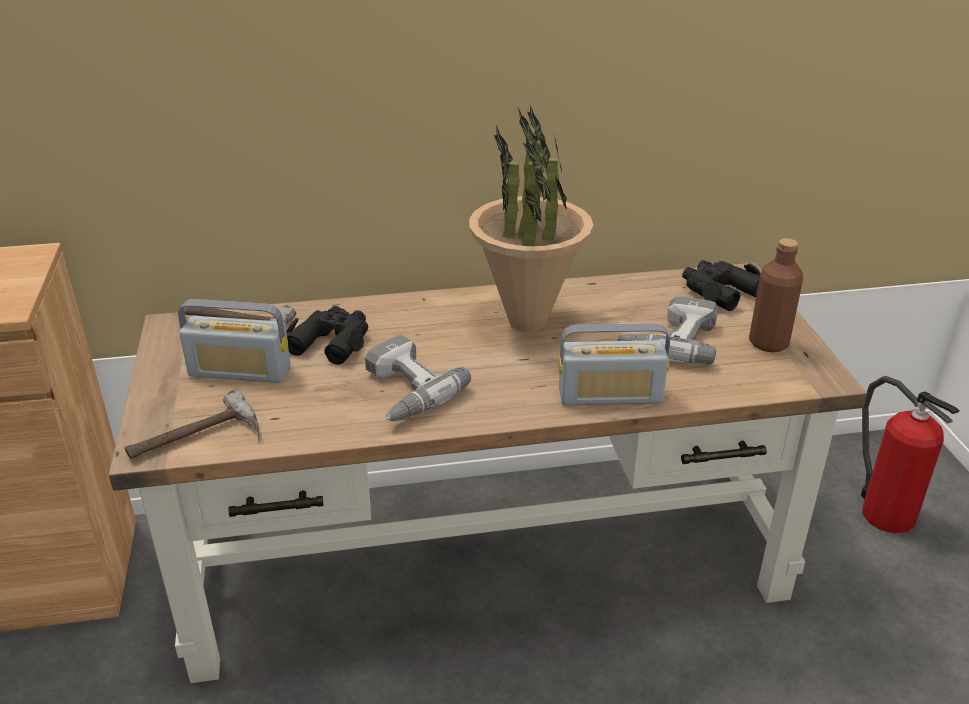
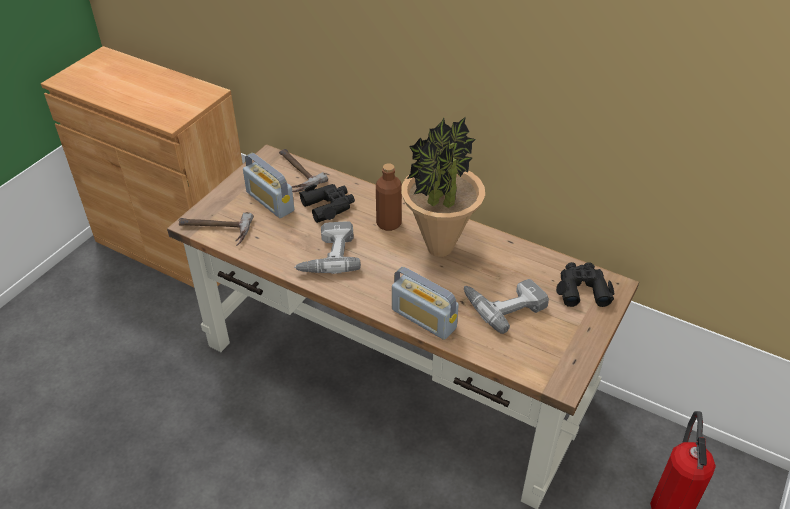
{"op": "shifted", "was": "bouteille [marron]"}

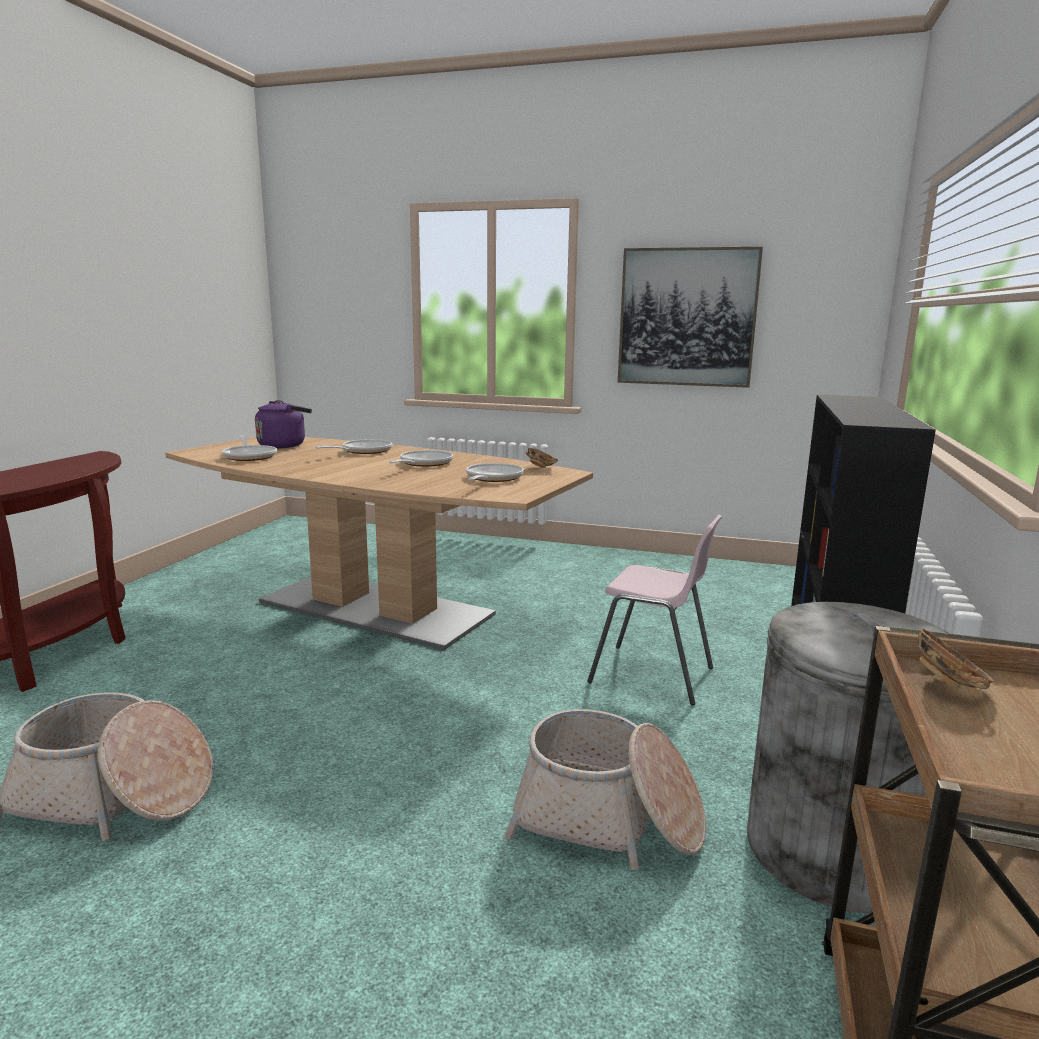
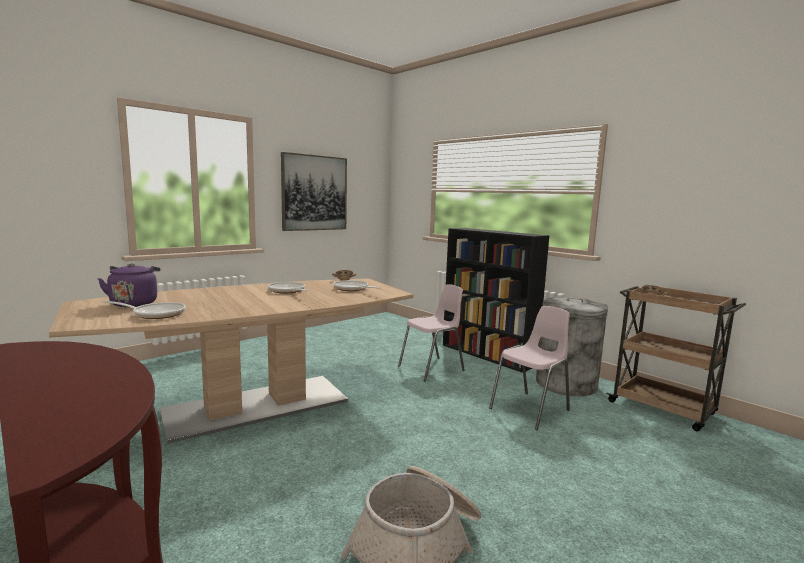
{"op": "swapped", "was": "panier (no. 2 from left)", "now": "chaise [rose] (no. 2 from left)"}
{"op": "gone", "was": "poêle (no. 2 from left)"}

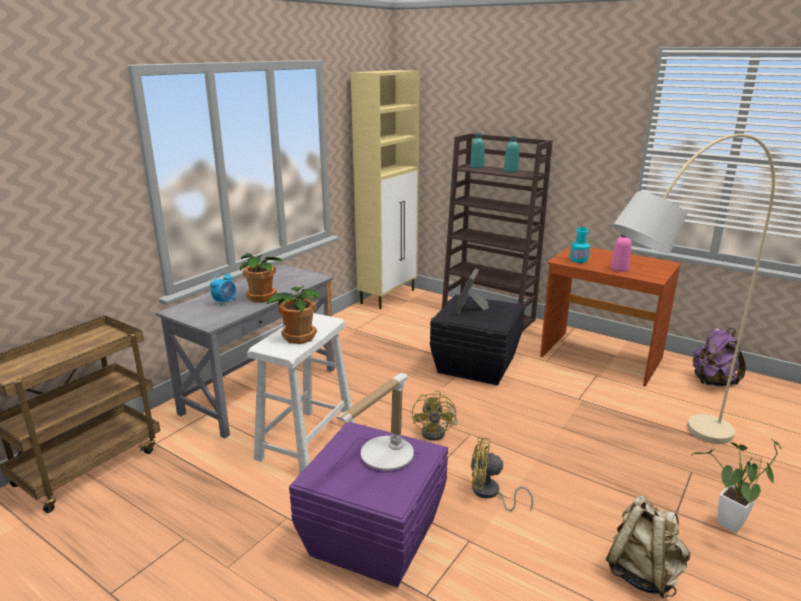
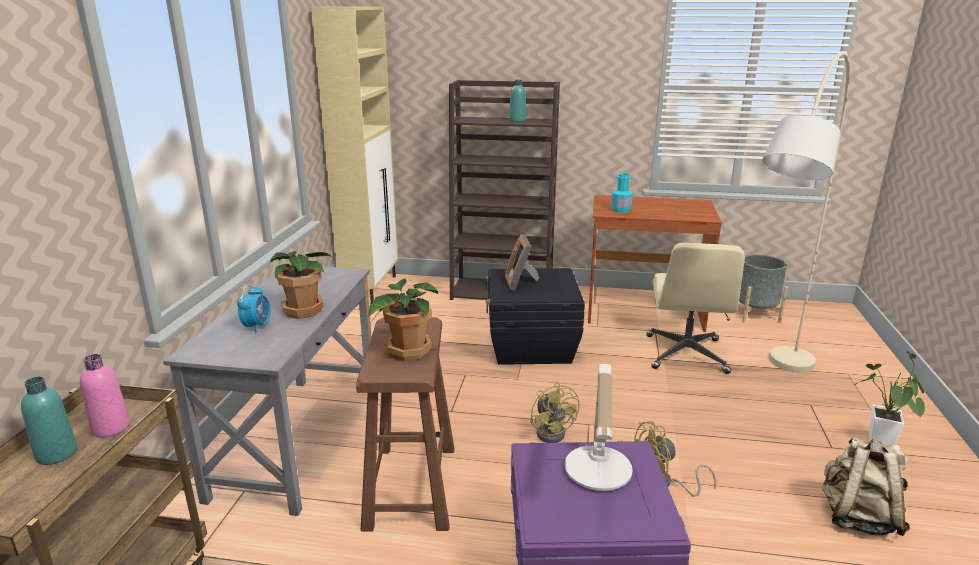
{"op": "shifted", "was": "bouteille [turquoise] (no. 1 from left)"}
{"op": "shifted", "was": "bouteille [rose]"}
{"op": "repainted", "was": "tabouret [blanc]", "now": "tabouret [marron]"}
{"op": "new", "now": "chaise de bureau [beige]"}
{"op": "swapped", "was": "sac à dos [violet]", "now": "cache-pot [gris]"}

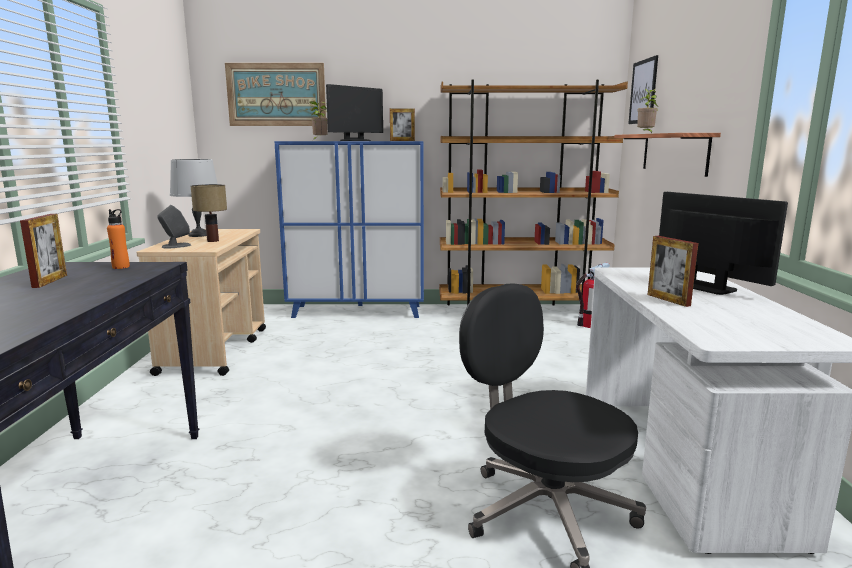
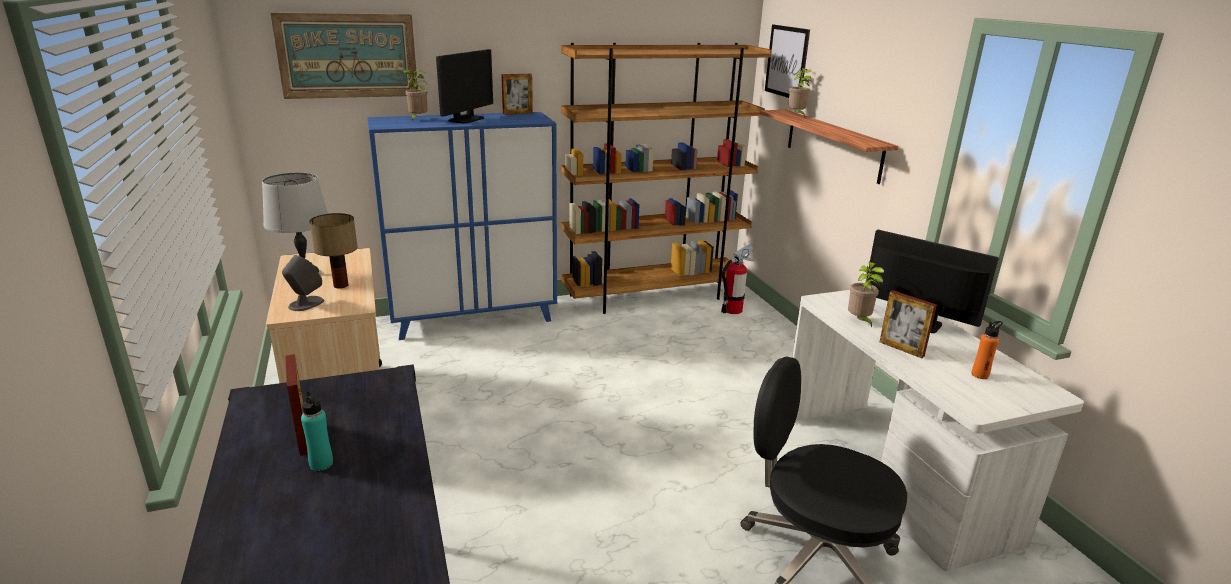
{"op": "new", "now": "bouteille [turquoise]"}
{"op": "new", "now": "plante en pot (no. 3 from left)"}
{"op": "shifted", "was": "bouteille [orange]"}

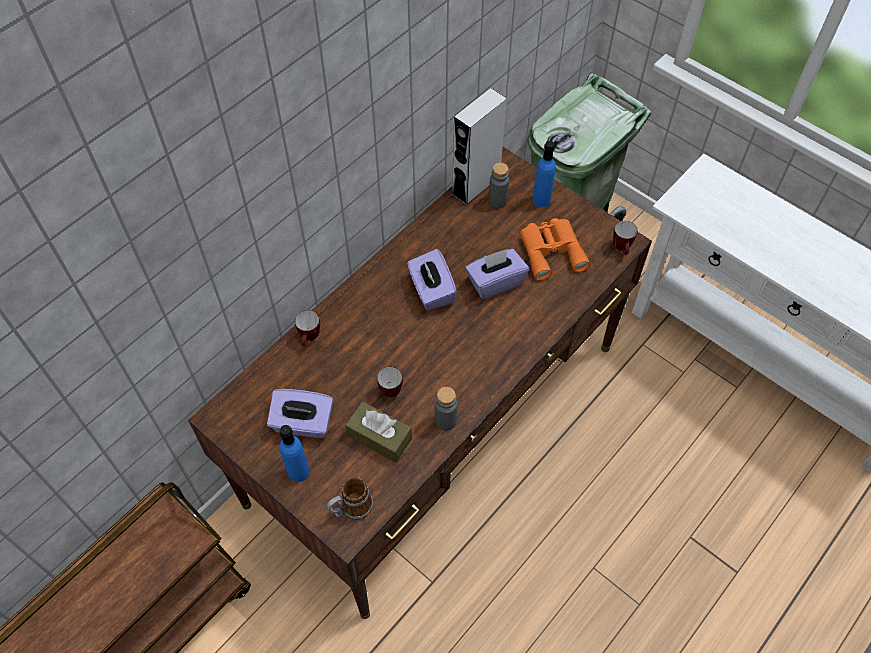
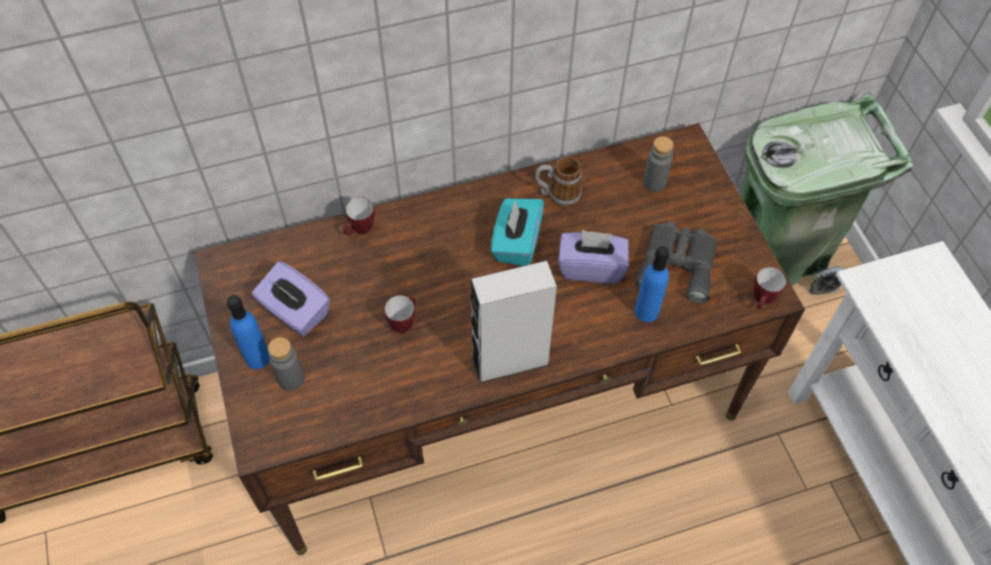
{"op": "shifted", "was": "bouteille [gris] (no. 1 from left)"}
{"op": "shifted", "was": "enceinte [gris]"}
{"op": "repainted", "was": "boîte à mouchoirs [violet] (no. 2 from left)", "now": "boîte à mouchoirs [turquoise]"}
{"op": "shifted", "was": "mug (no. 2 from left in the first image)", "now": "mug (no. 3 from left)"}
{"op": "shifted", "was": "bouteille [bleu] (no. 2 from left)"}
{"op": "repainted", "was": "jumelles [orange]", "now": "jumelles [gris]"}
{"op": "gone", "was": "boîte à mouchoirs [marron]"}

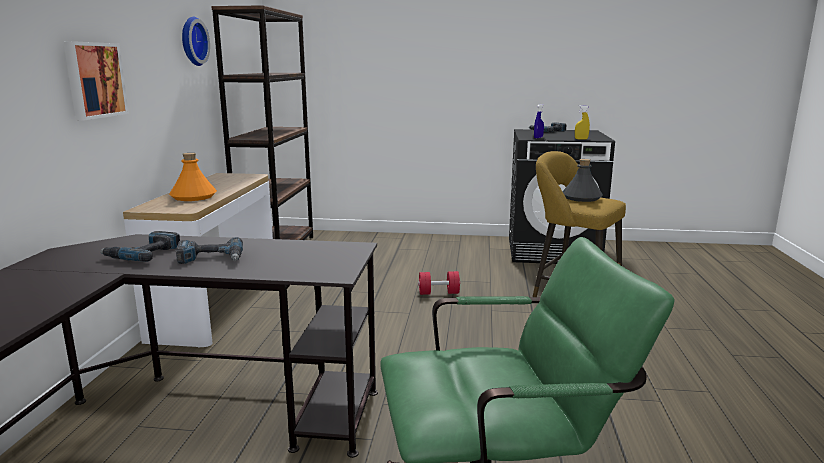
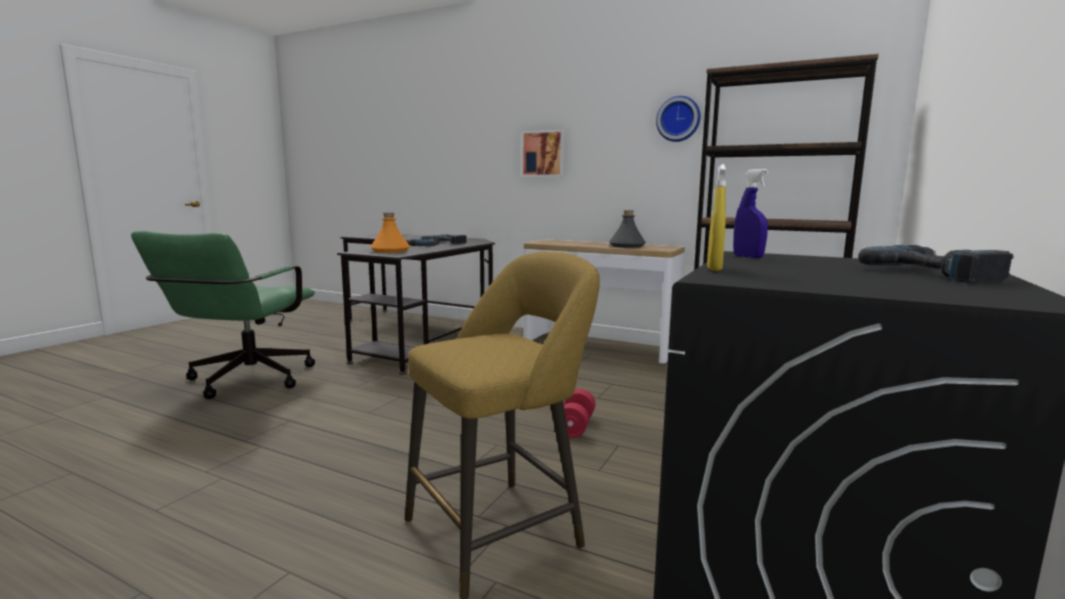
{"op": "shifted", "was": "bouteille [orange]"}
{"op": "shifted", "was": "bouteille [gris]"}

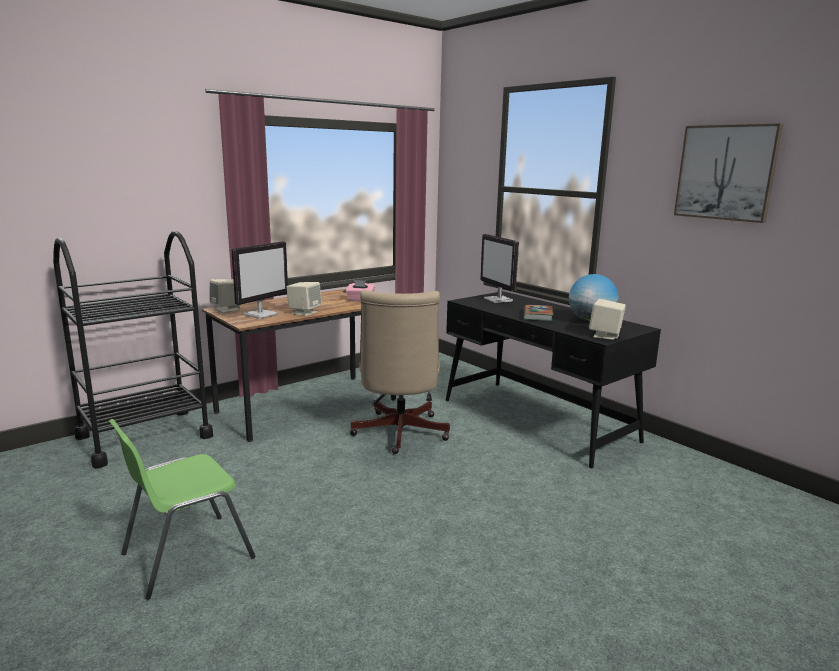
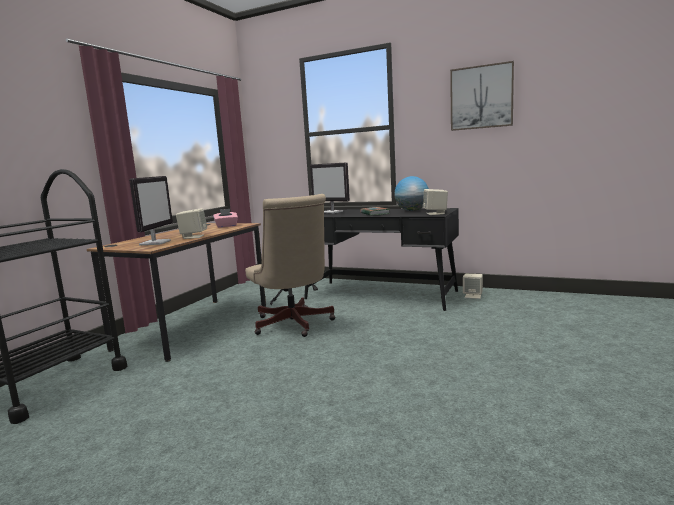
{"op": "shifted", "was": "enceinte [beige] (no. 1 from left in the first image)", "now": "enceinte [beige] (no. 3 from left)"}
{"op": "gone", "was": "chaise [vert]"}

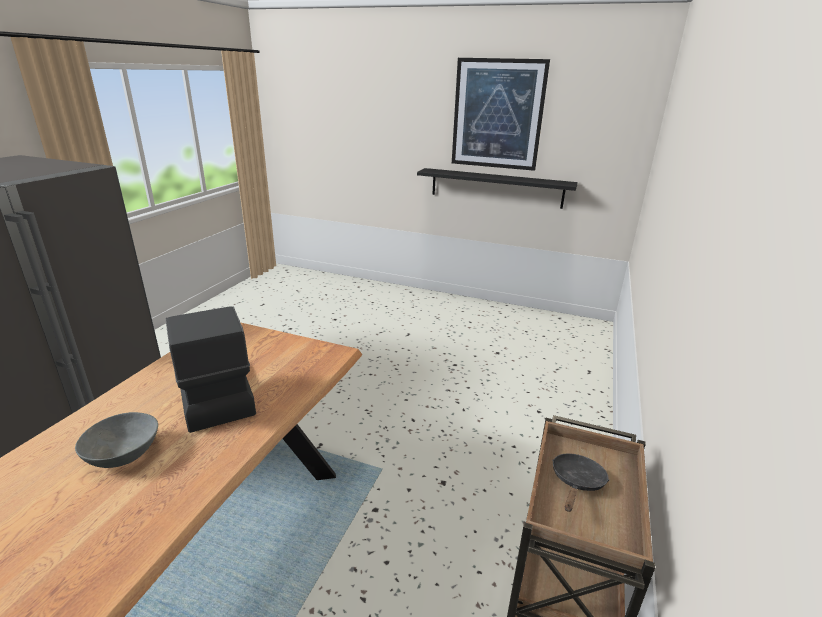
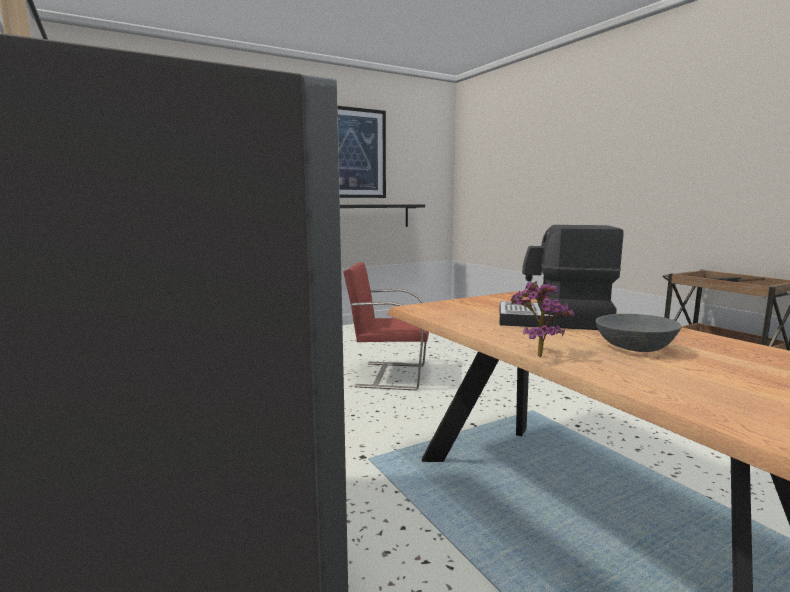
{"op": "new", "now": "chaise [rouge]"}
{"op": "new", "now": "plante en pot"}

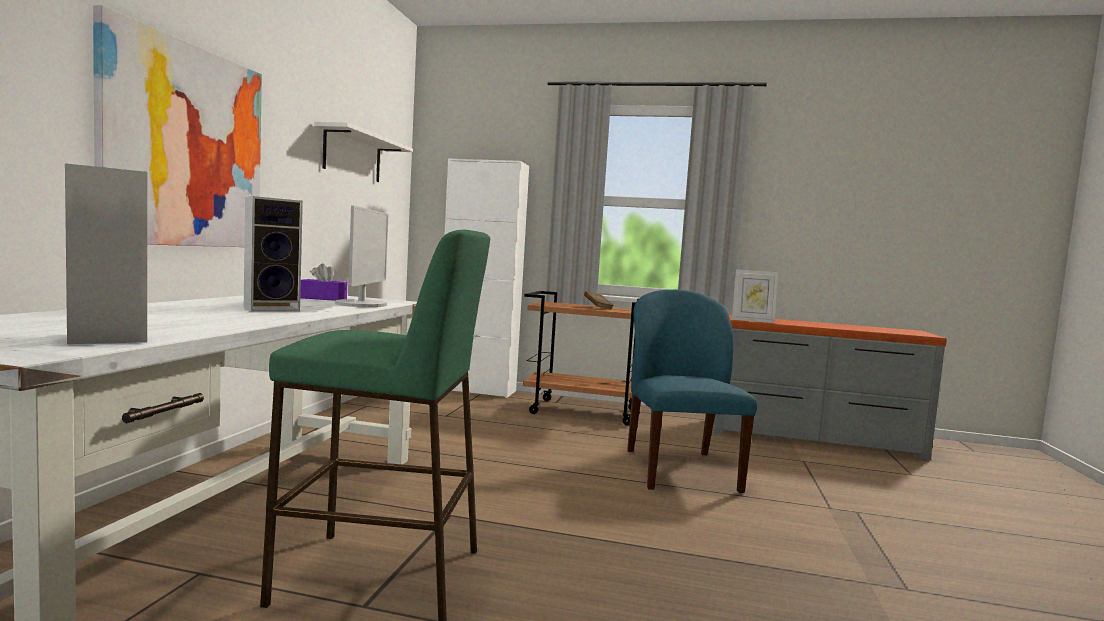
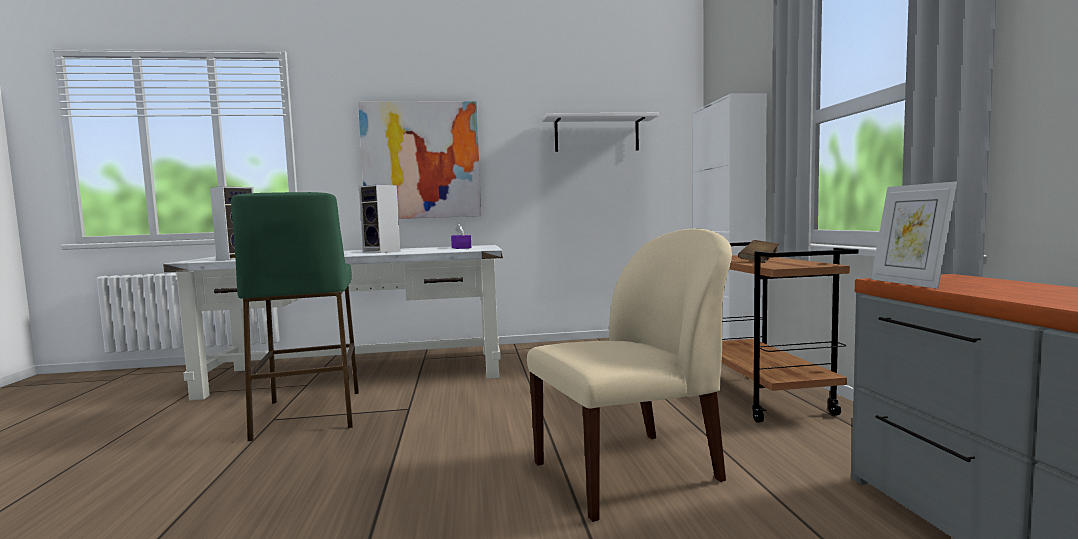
{"op": "repainted", "was": "chaise [bleu]", "now": "chaise [beige]"}
{"op": "gone", "was": "écran d'ordinateur"}

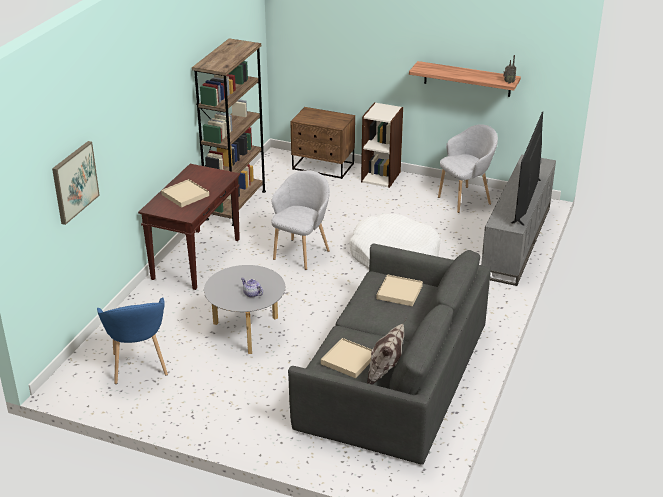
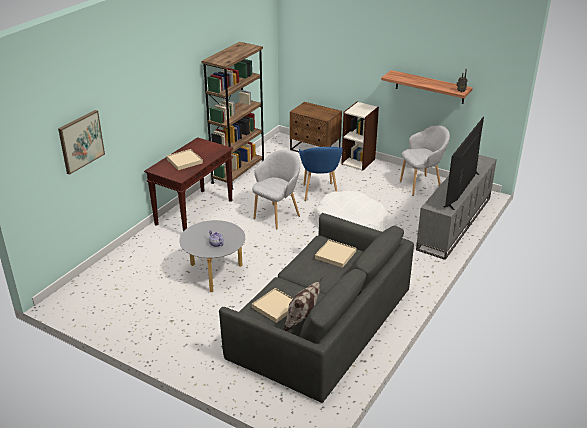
{"op": "shifted", "was": "fauteuil [bleu]"}

